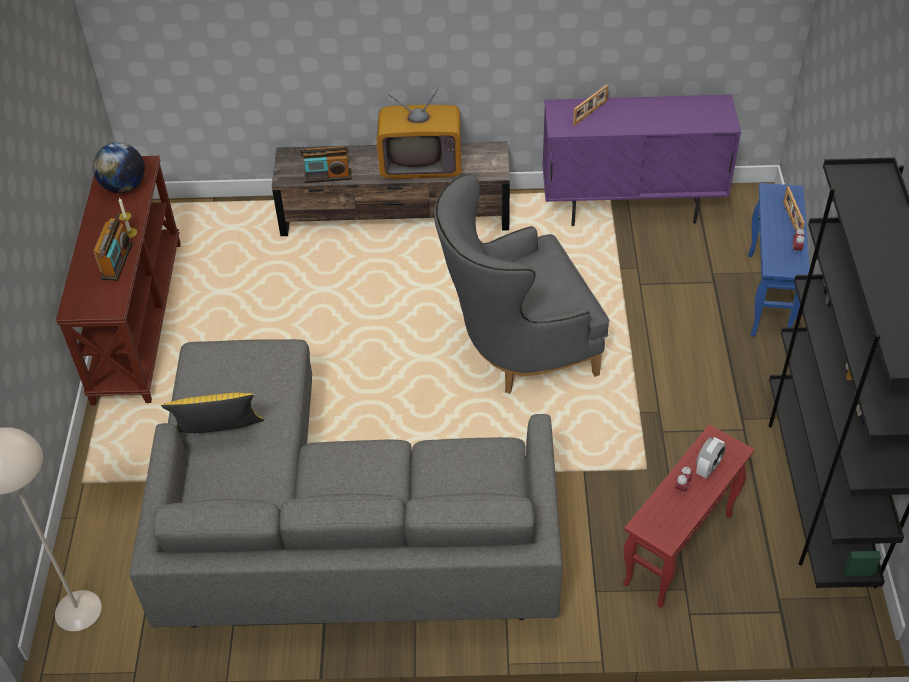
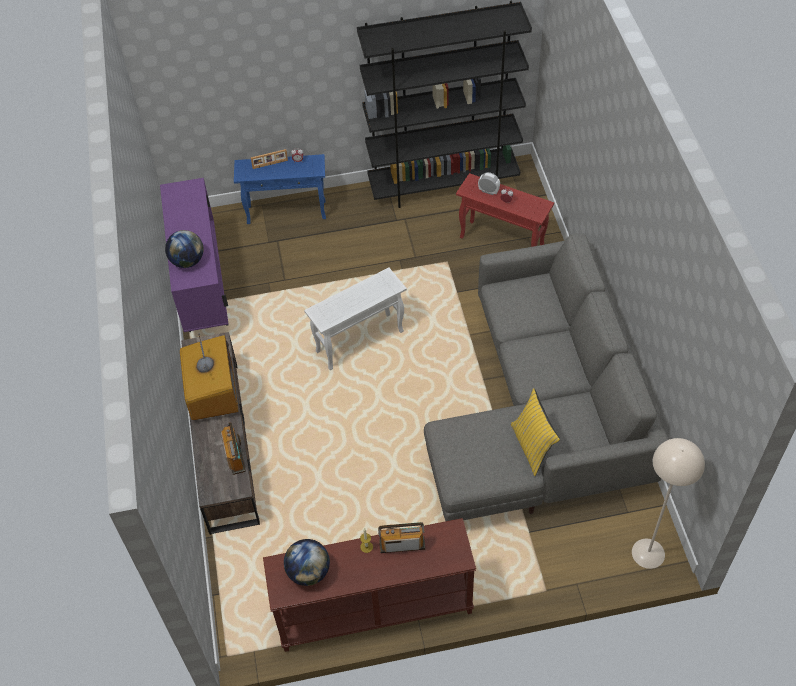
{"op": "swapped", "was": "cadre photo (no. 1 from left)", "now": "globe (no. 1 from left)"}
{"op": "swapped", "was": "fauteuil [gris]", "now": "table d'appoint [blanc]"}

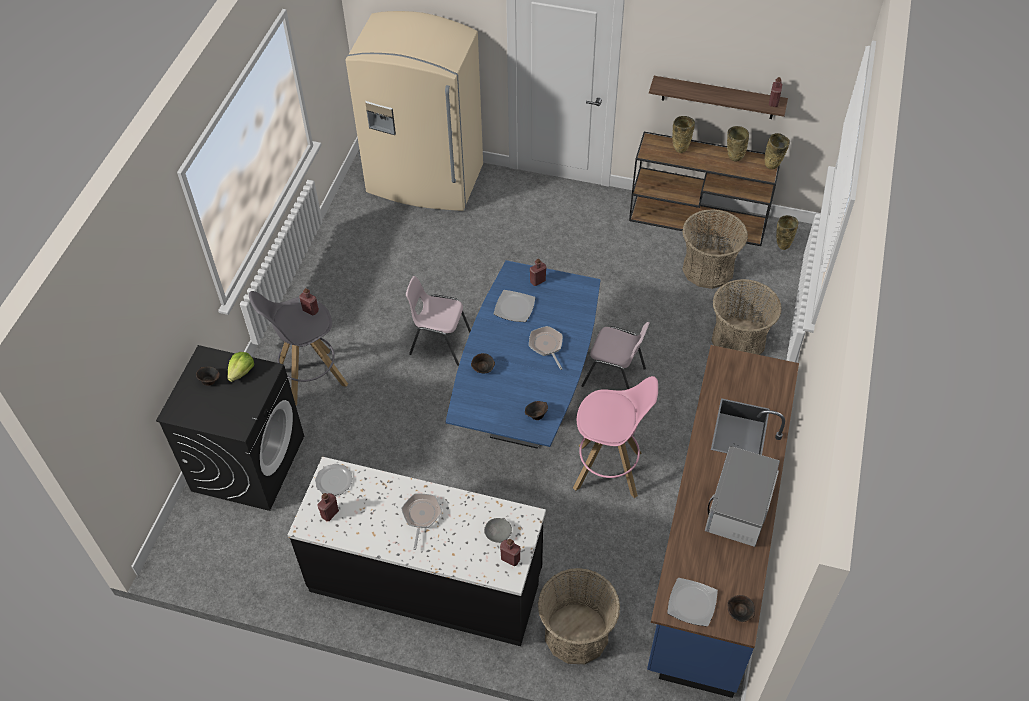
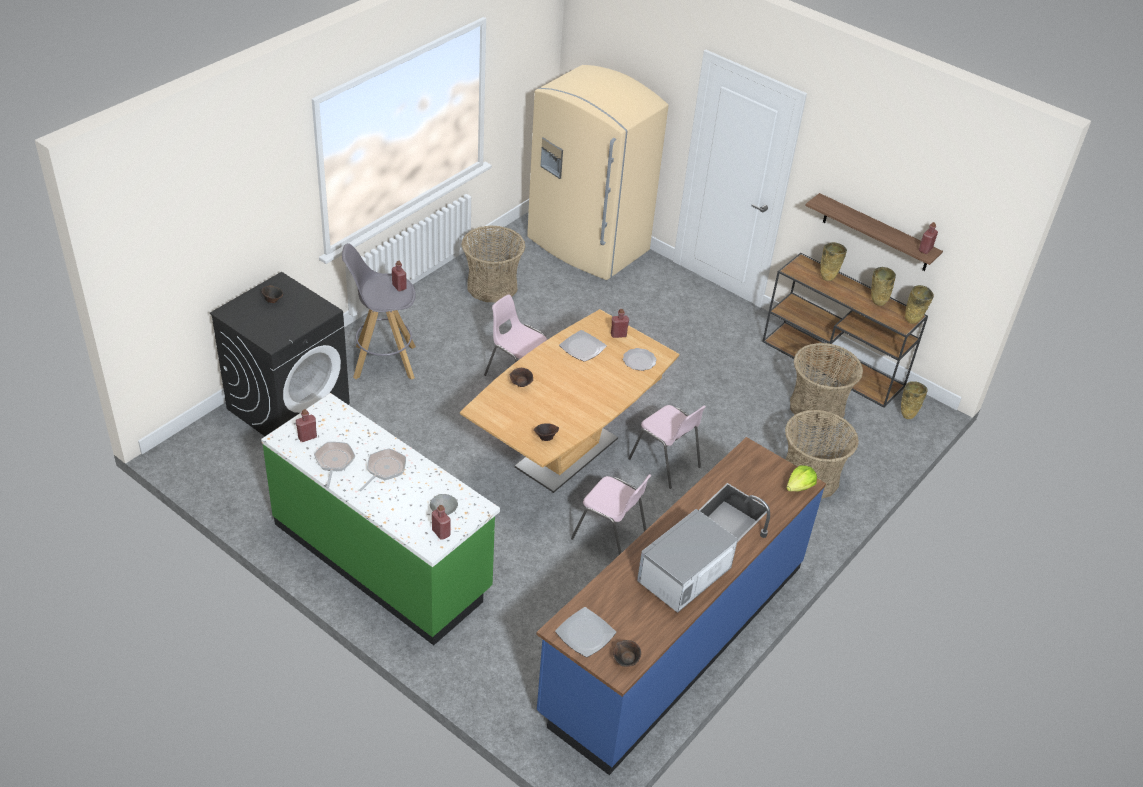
{"op": "repainted", "was": "comptoir de cuisine [noir]", "now": "comptoir de cuisine [vert]"}
{"op": "shifted", "was": "poêle (no. 2 from left in the first image)", "now": "poêle (no. 1 from left)"}
{"op": "repainted", "was": "table à manger [bleu]", "now": "table à manger [marron]"}
{"op": "shifted", "was": "panier (no. 1 from left)"}
{"op": "swapped", "was": "tabouret [rose]", "now": "chaise [rose] (no. 2 from left)"}
{"op": "shifted", "was": "assiette (no. 1 from left in the first image)", "now": "assiette (no. 3 from left)"}
{"op": "shifted", "was": "laitue"}

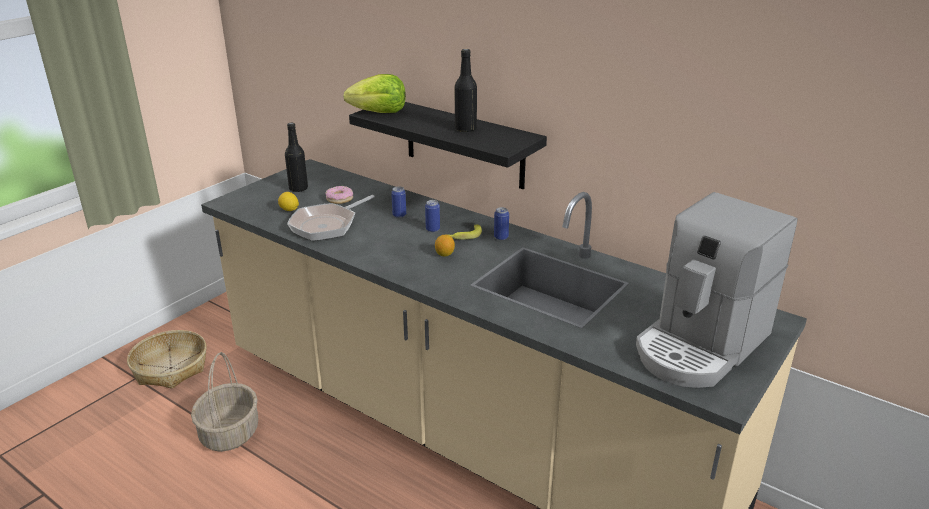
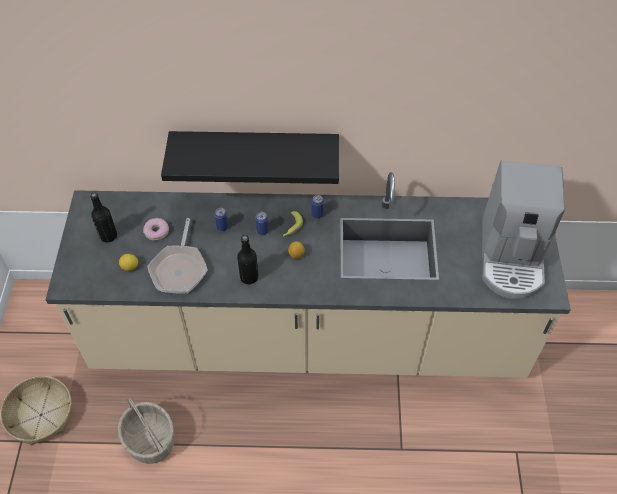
{"op": "shifted", "was": "bouteille [noir] (no. 2 from left)"}
{"op": "gone", "was": "laitue"}

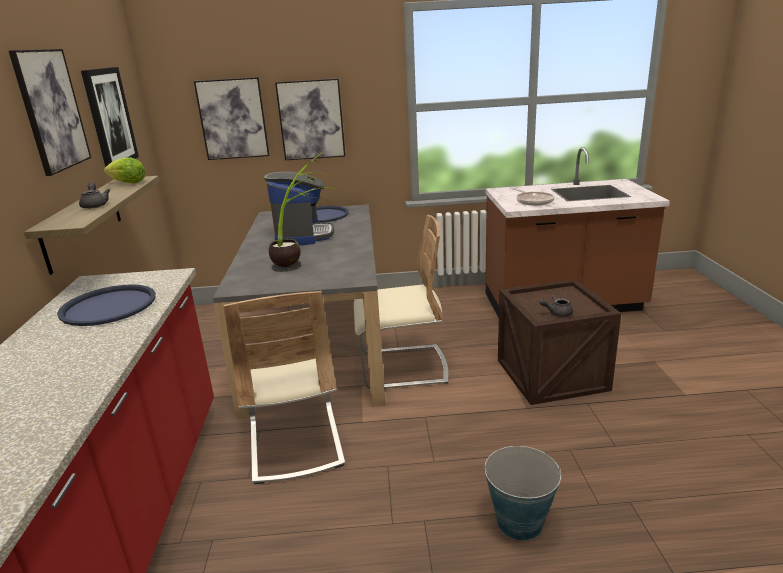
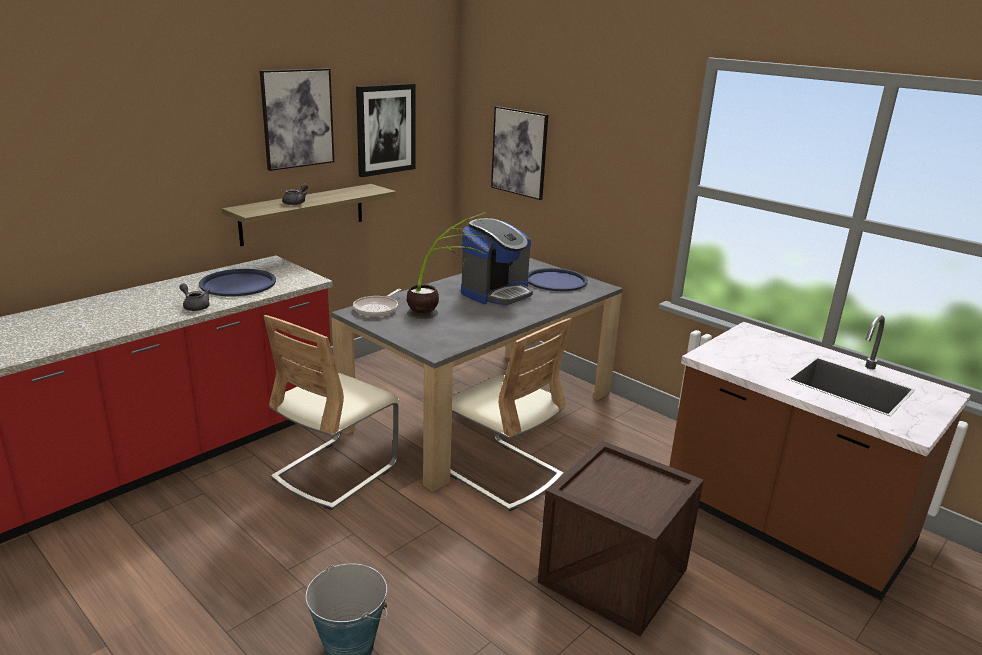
{"op": "shifted", "was": "théière [gris] (no. 2 from left in the first image)", "now": "théière [gris] (no. 1 from left)"}
{"op": "shifted", "was": "poêle"}
{"op": "gone", "was": "laitue"}
{"op": "gone", "was": "tableau (no. 4 from left)"}

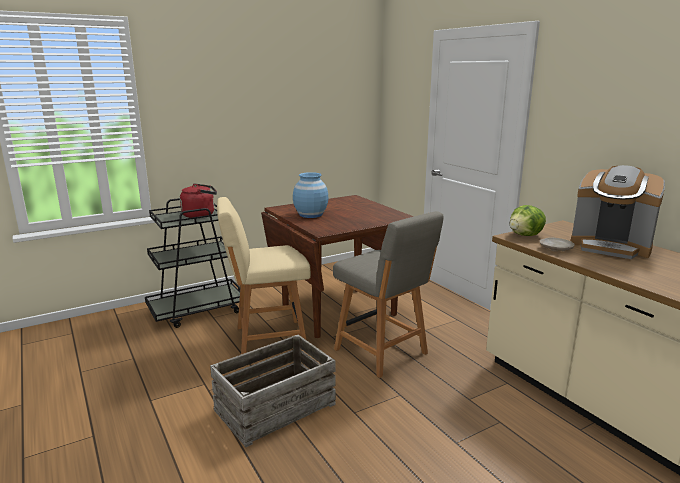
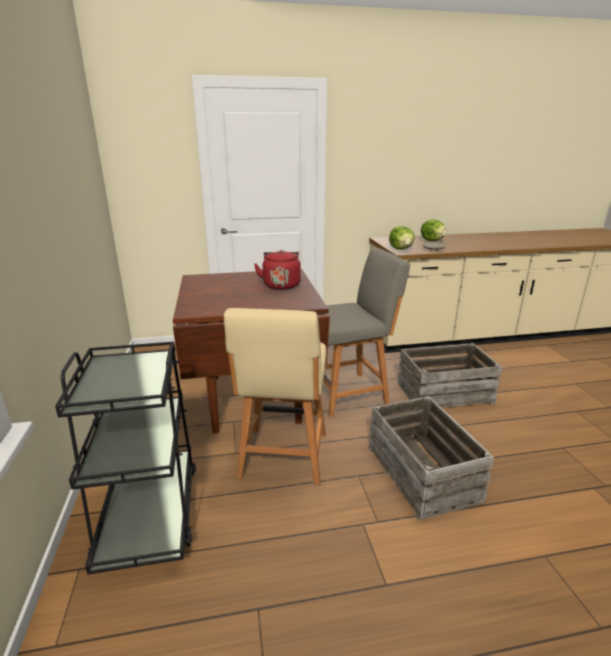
{"op": "shifted", "was": "bouilloire [rouge]"}
{"op": "new", "now": "caisse (no. 2 from left)"}
{"op": "swapped", "was": "machine à café", "now": "laitue (no. 2 from left)"}
{"op": "gone", "was": "vase [bleu]"}

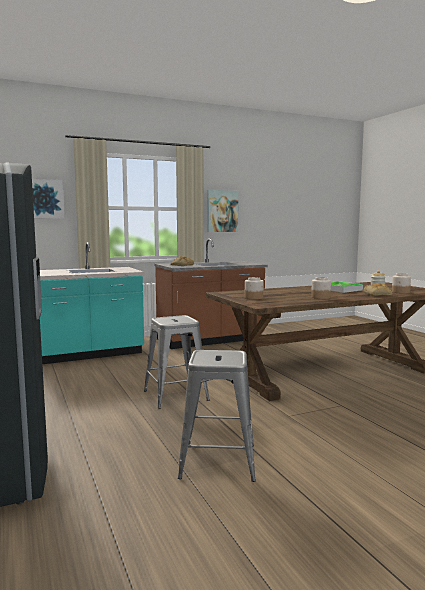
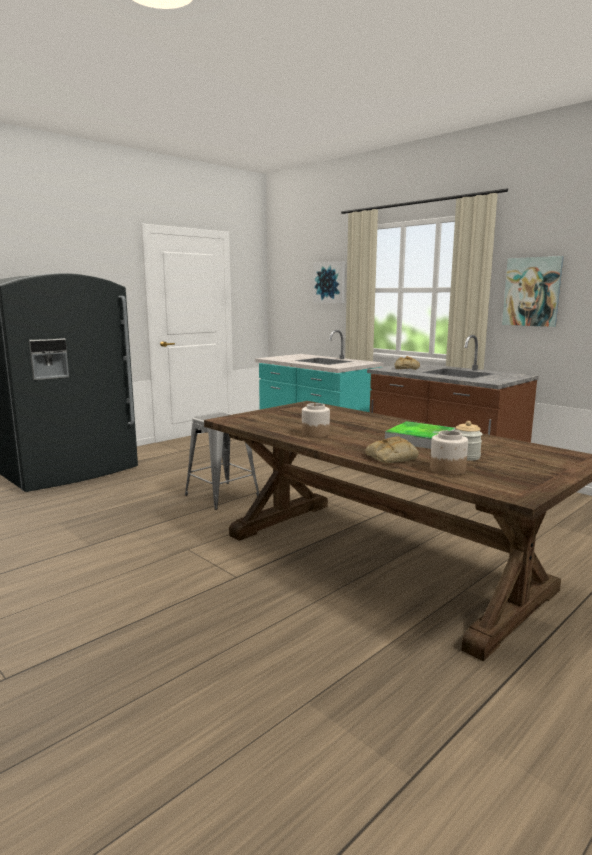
{"op": "gone", "was": "tabouret [gris] (no. 2 from left)"}
{"op": "gone", "was": "bocal (no. 1 from left)"}

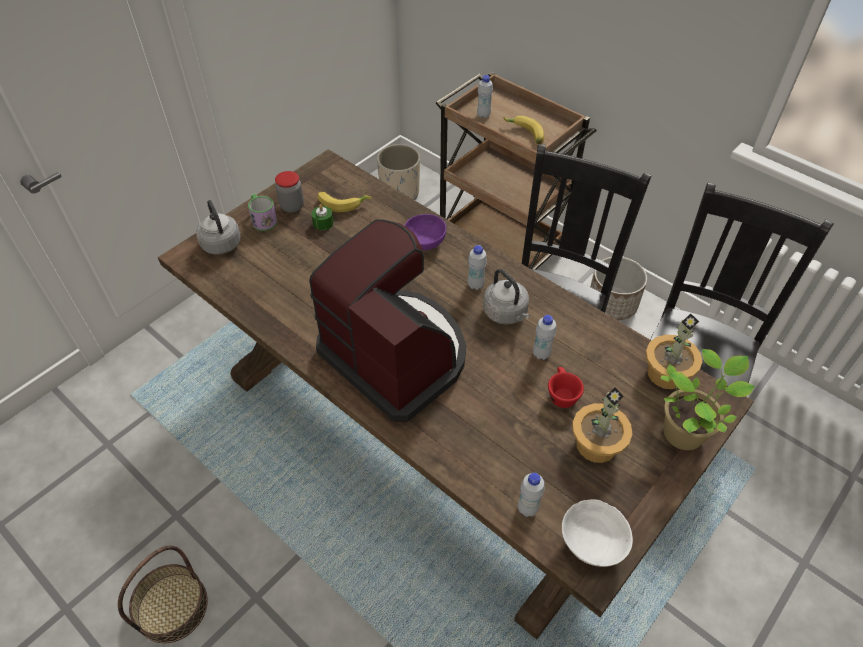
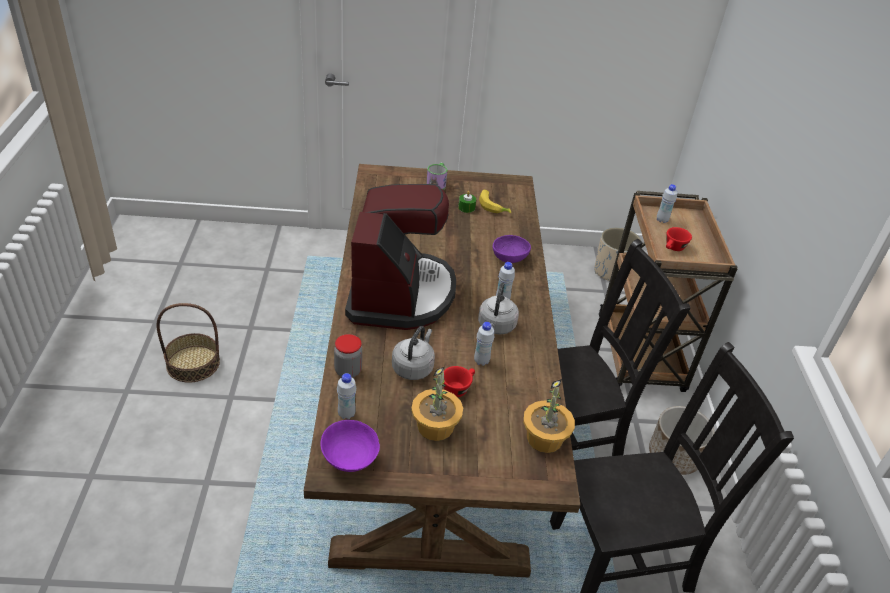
{"op": "repainted", "was": "bol [blanc]", "now": "bol [violet] (no. 1 from left)"}
{"op": "shifted", "was": "bocal"}
{"op": "shifted", "was": "bouilloire [gris] (no. 1 from left)"}
{"op": "swapped", "was": "banane (no. 2 from left)", "now": "tasse [rouge] (no. 2 from left)"}
{"op": "gone", "was": "plante en pot (no. 3 from left)"}

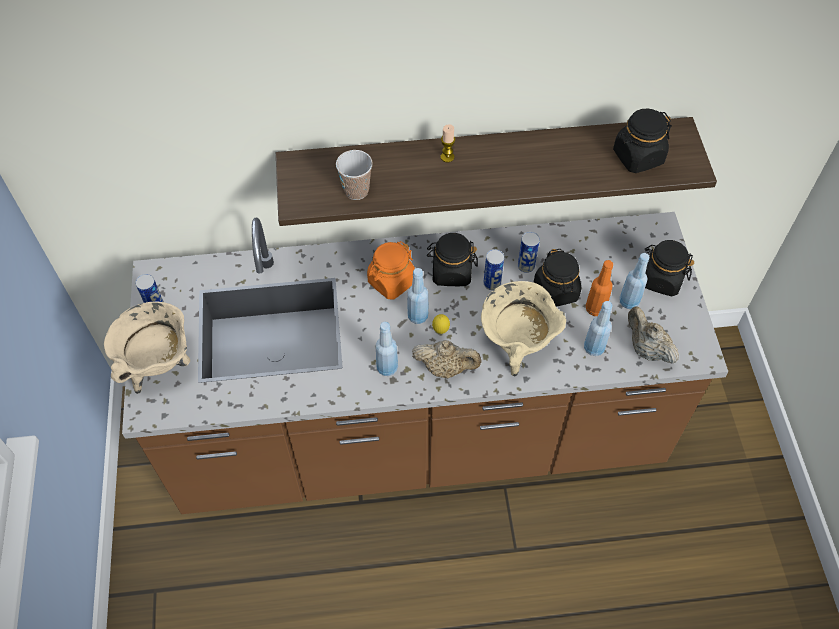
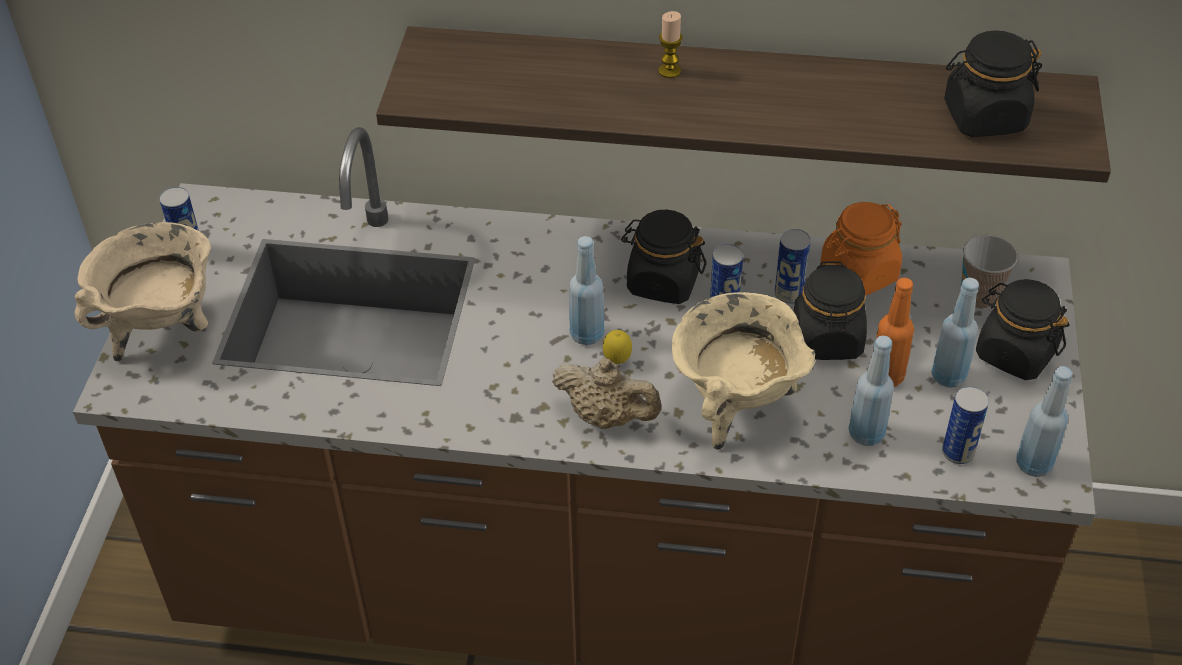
{"op": "shifted", "was": "bocal [orange]"}
{"op": "swapped", "was": "théière [beige] (no. 2 from left)", "now": "boîte métallique (no. 4 from left)"}
{"op": "shifted", "was": "tasse"}
{"op": "shifted", "was": "bouteille [bleu] (no. 1 from left in the first image)", "now": "bouteille [bleu] (no. 4 from left)"}

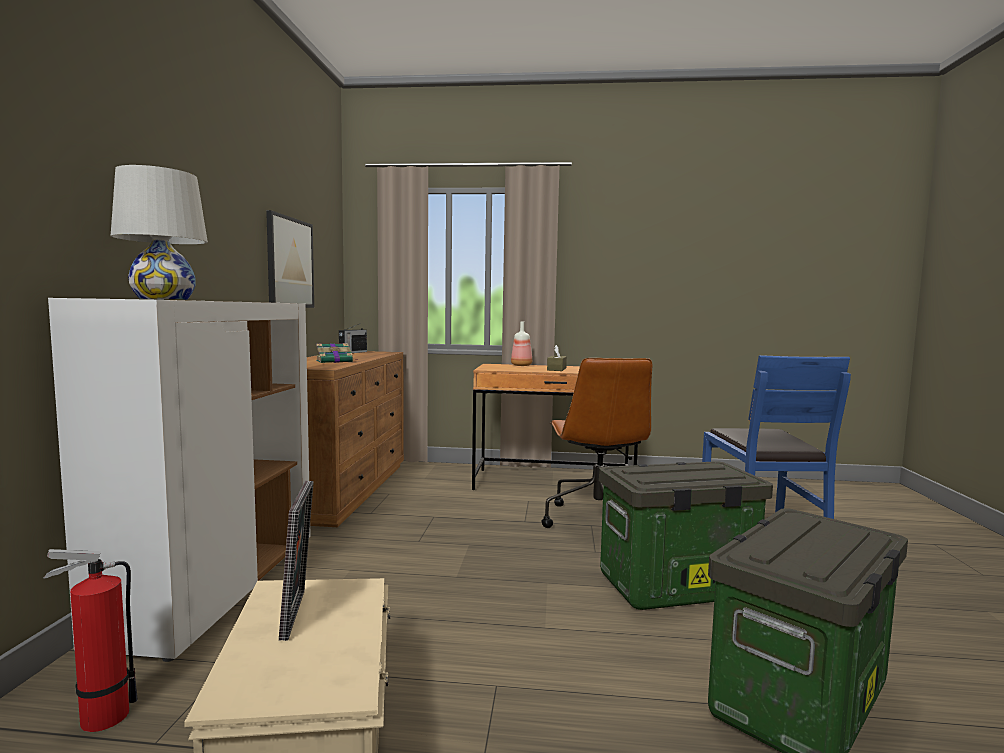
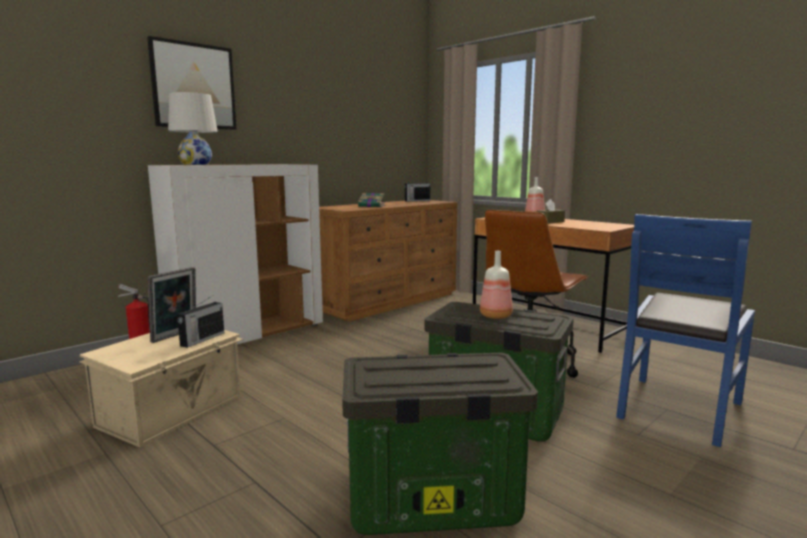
{"op": "shifted", "was": "tableau"}
{"op": "new", "now": "radio (no. 1 from left)"}
{"op": "new", "now": "bouteille (no. 1 from left)"}

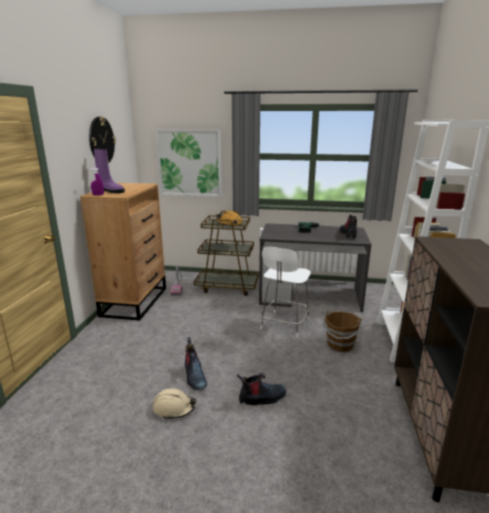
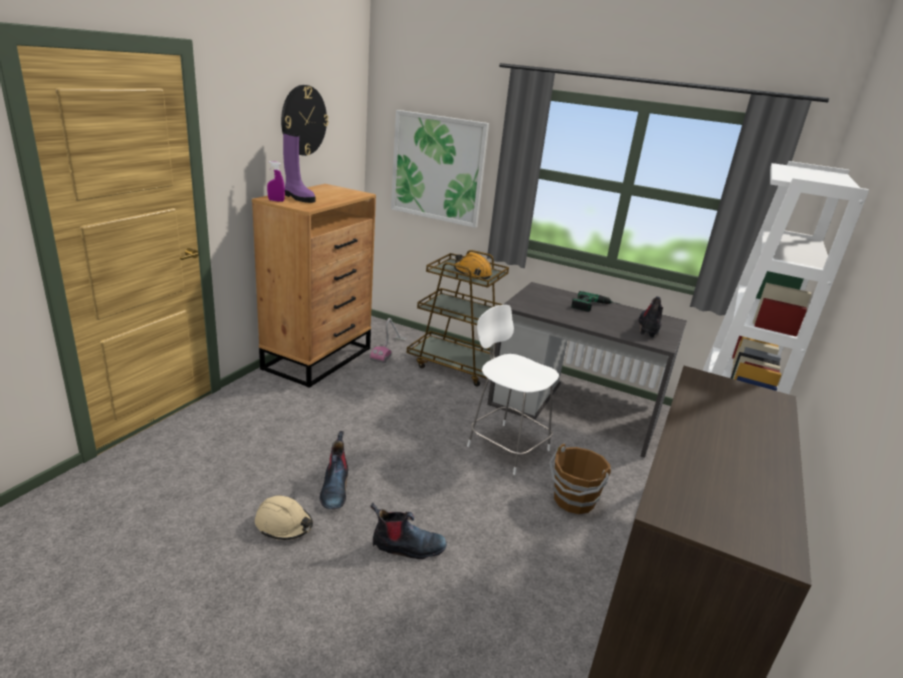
{"op": "rotated", "was": "chaise [blanc]", "clockwise": 90}

